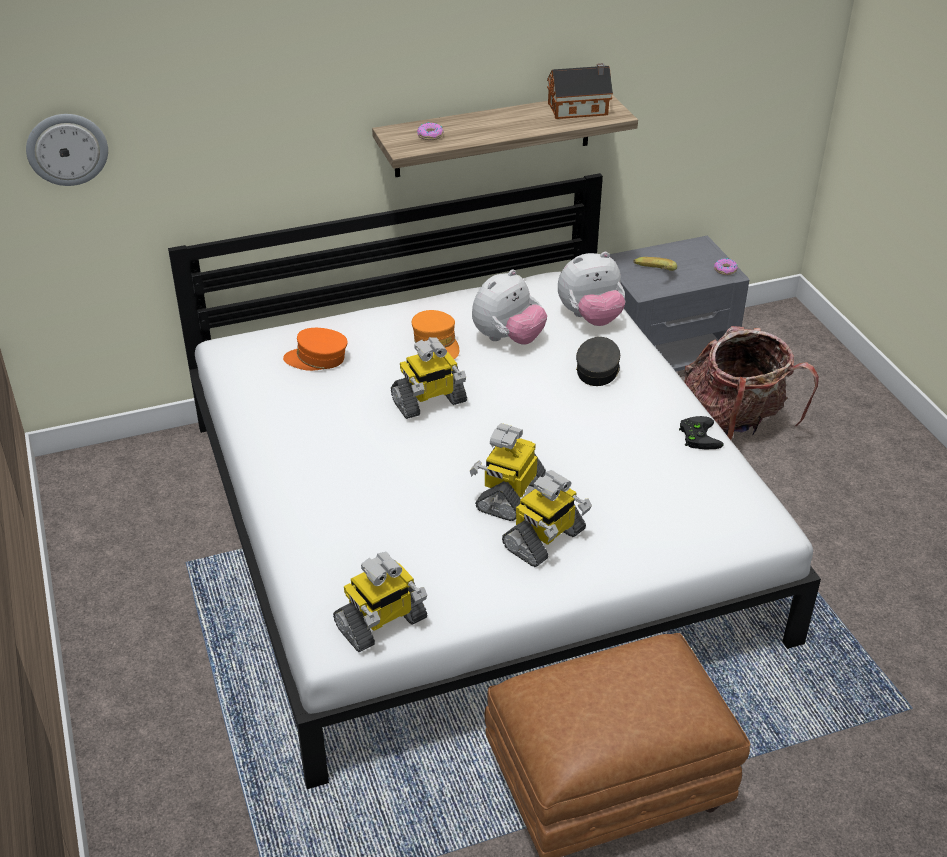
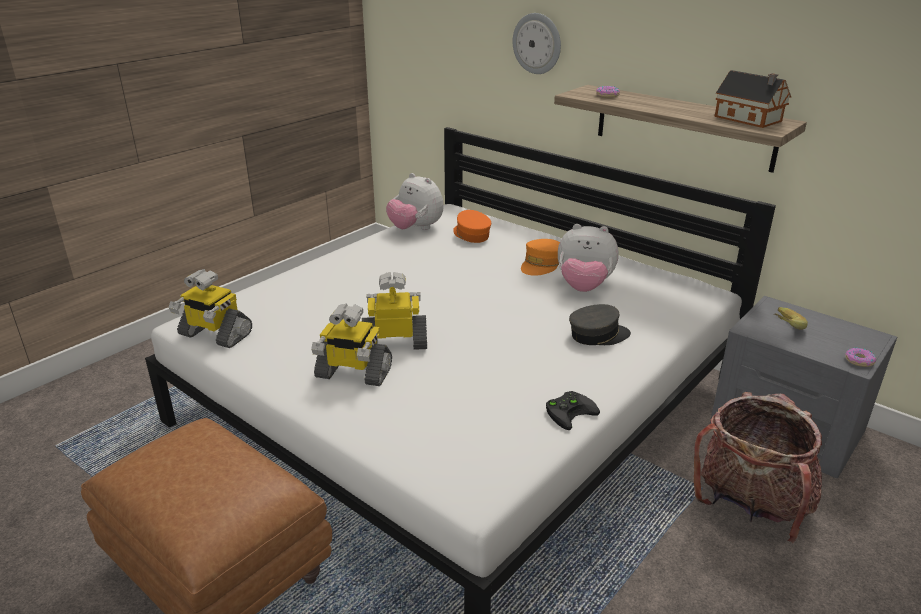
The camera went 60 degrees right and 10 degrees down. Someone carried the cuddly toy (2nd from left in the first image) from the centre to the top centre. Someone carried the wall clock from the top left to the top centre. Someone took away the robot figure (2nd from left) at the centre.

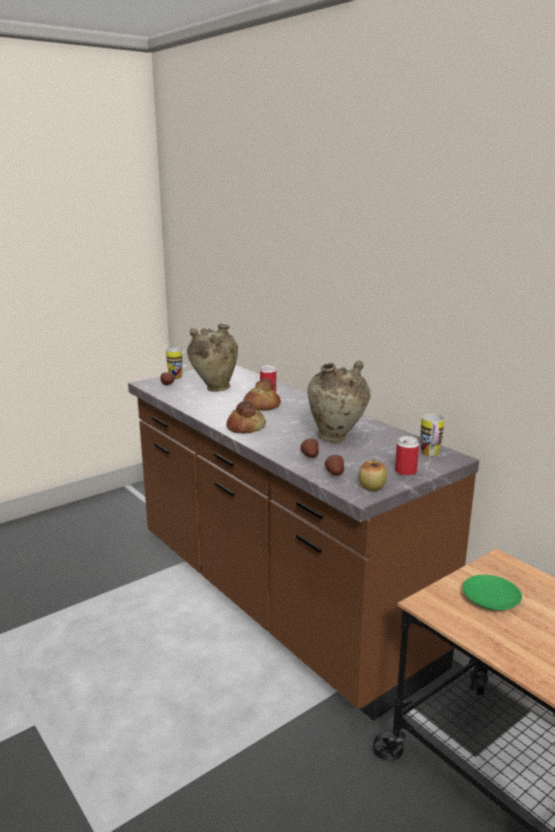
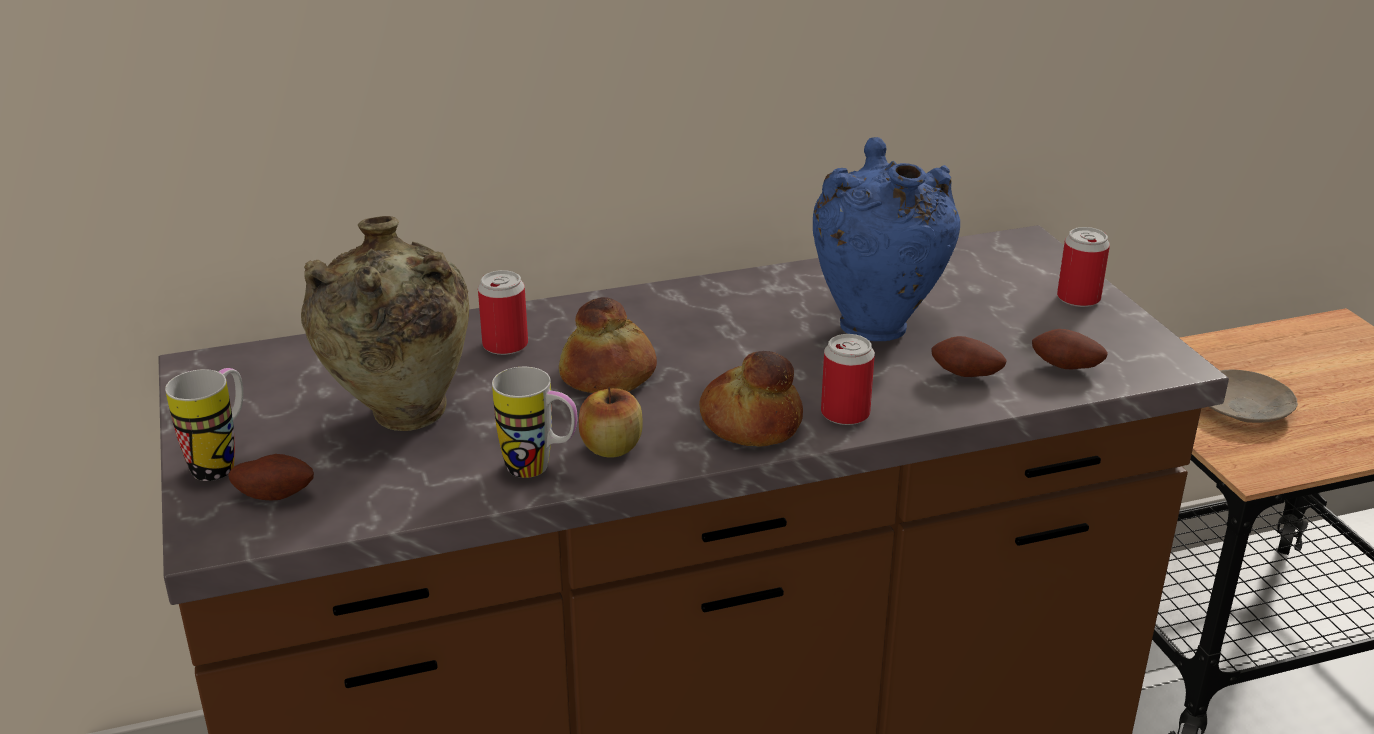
The camera went 70 degrees left and 10 degrees up. Someone carried the tea mug (2nd from left) from the middle right to the centre. Someone carried the apple fruit from the middle right to the centre. Someone repainted the vase (beige) (2nd from left) at the centre, which became the vase (blue) at the top centre. Someone put down the can (2nd from left) at the centre. Someone repainted the flat dish (green) at the bottom right, which became the flat dish (beige) at the middle right.

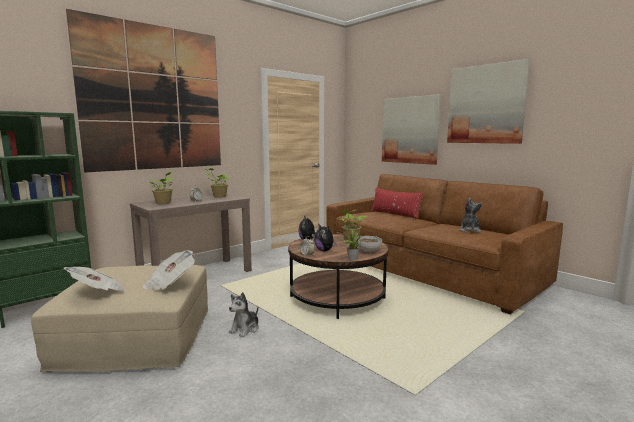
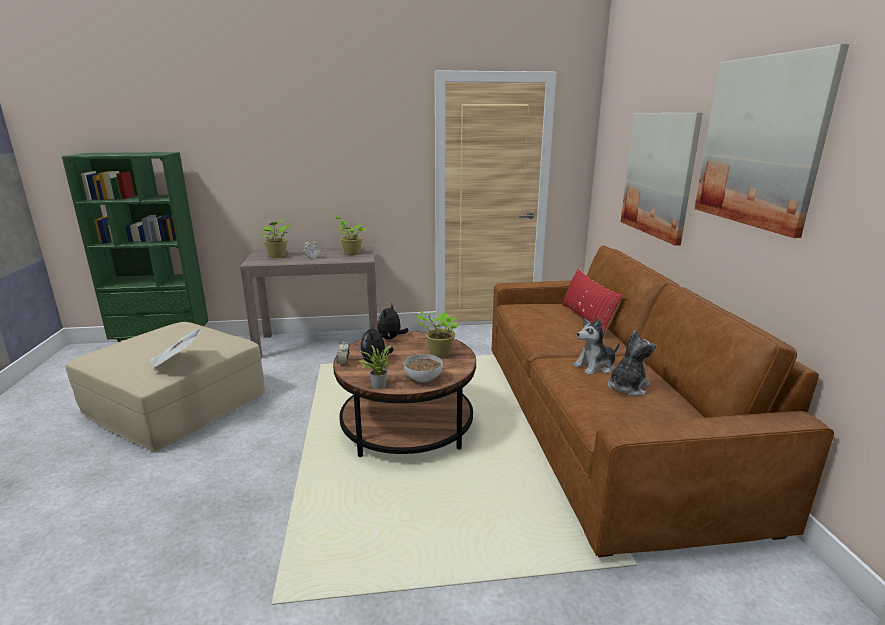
The camera went 35 degrees right and 10 degrees up. Someone carried the cuddly toy (1st from left in the first image) from the bottom centre to the middle right. Someone took away the newspaper (1st from left) at the middle left. Someone took away the picture (1st from left) at the top left.

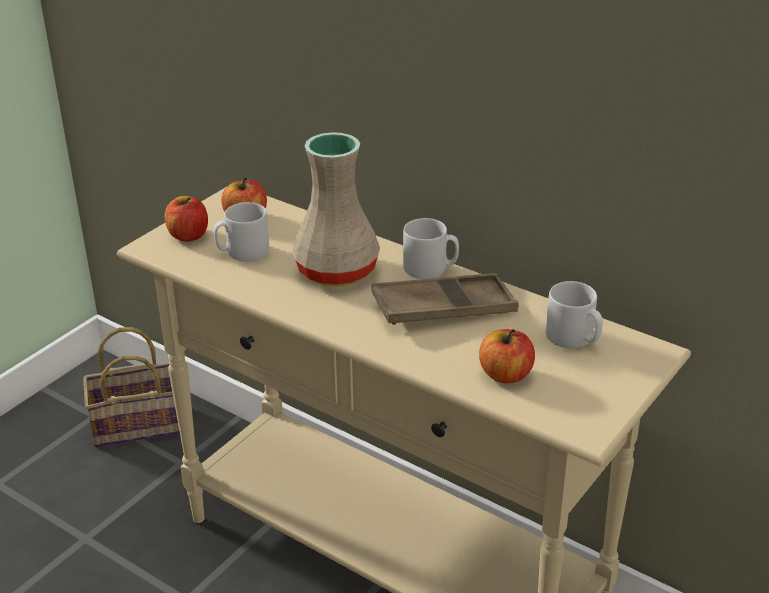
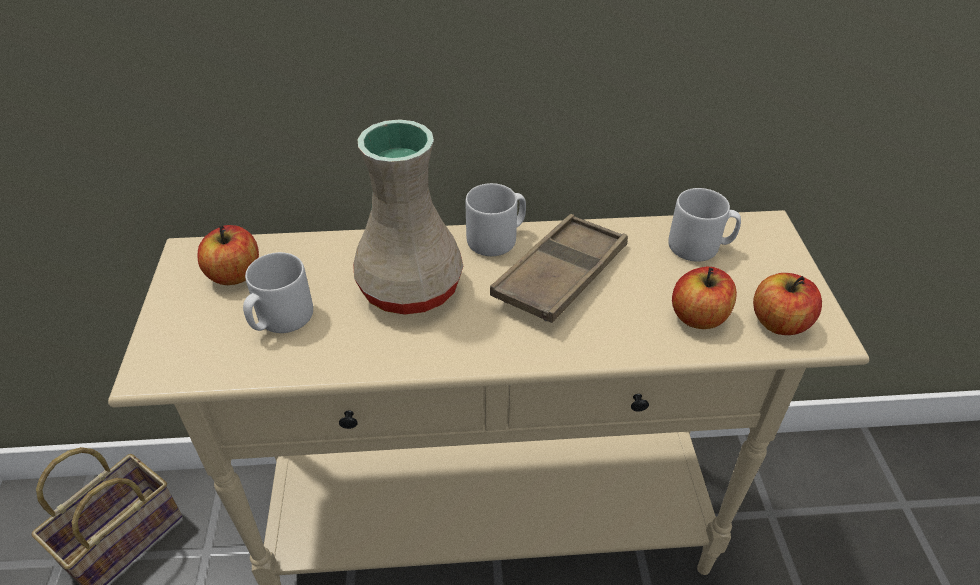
The camera went 40 degrees left and 10 degrees up. Someone carried the apple fruit (1st from left in the first image) from the middle left to the middle right.

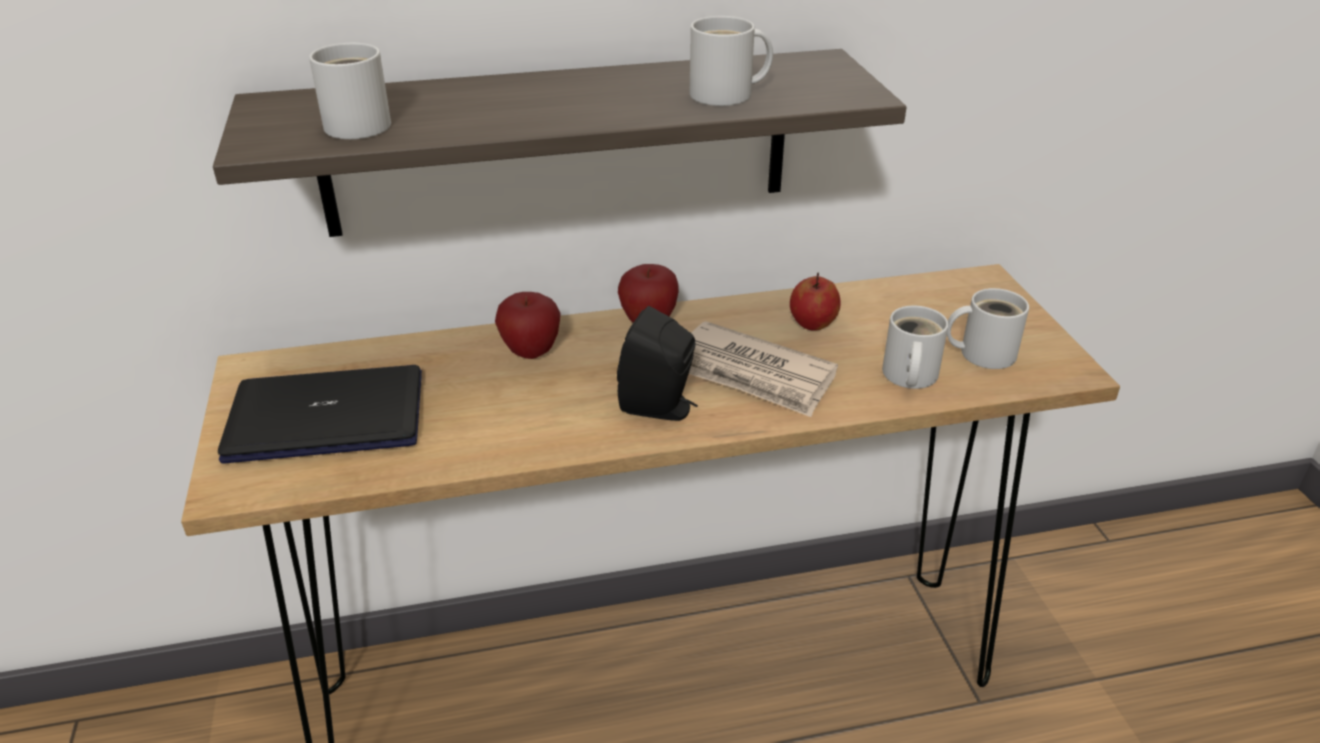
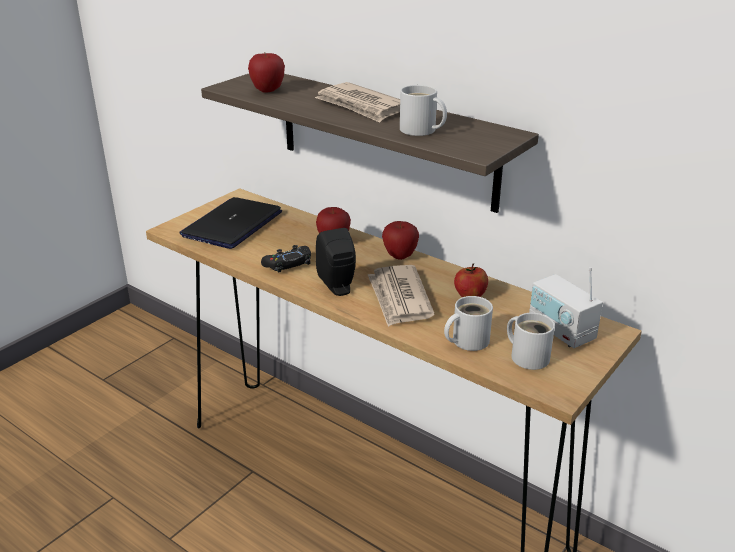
The camera went 50 degrees right and 5 degrees down. Someone rotated the laptop at the middle left by 105 degrees counterclockwise. Someone swapped the tea mug (white-coloured) (1st from left) at the top left for the apple fruit (1st from left) at the top centre. Someone put down the game controller (black) at the centre. Someone put down the newspaper (1st from left) at the top centre. Someone put down the radio set at the middle right.

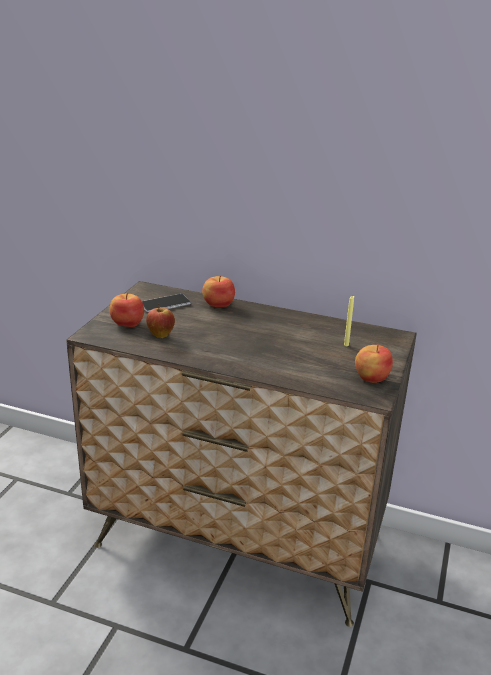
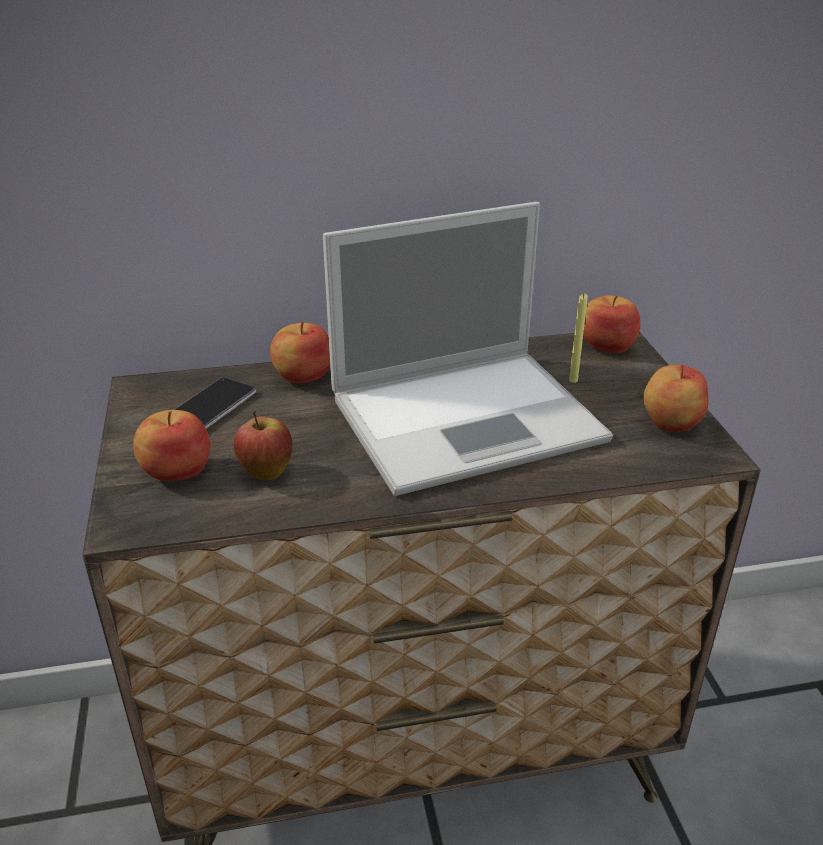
The camera went 30 degrees left and 5 degrees up. Someone put down the laptop at the centre. Someone put down the apple fruit (4th from left) at the middle right.

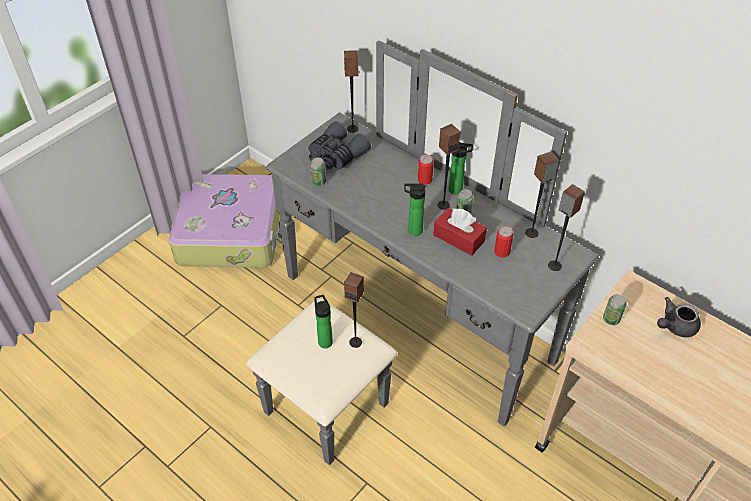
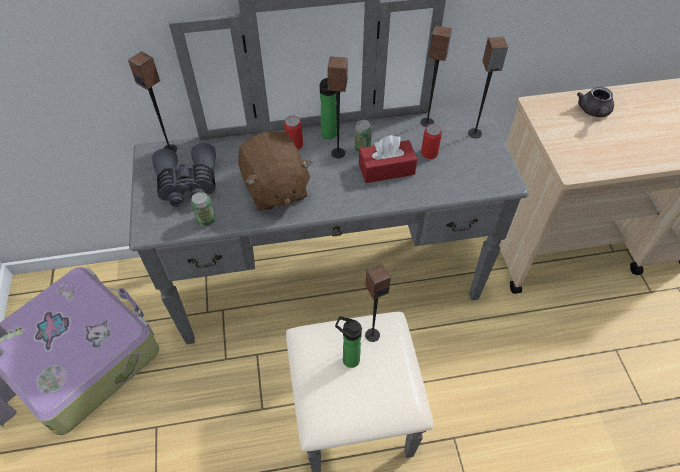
The camera went 50 degrees left and 5 degrees up. Someone put down the cuddly toy (brown-coloured) at the centre. Someone took away the drink bottle (2nd from left) at the centre. Someone took away the can (5th from left) at the middle right.

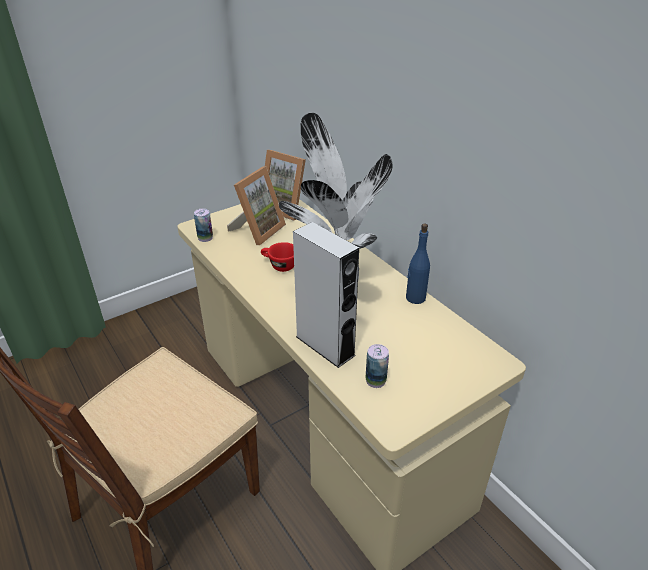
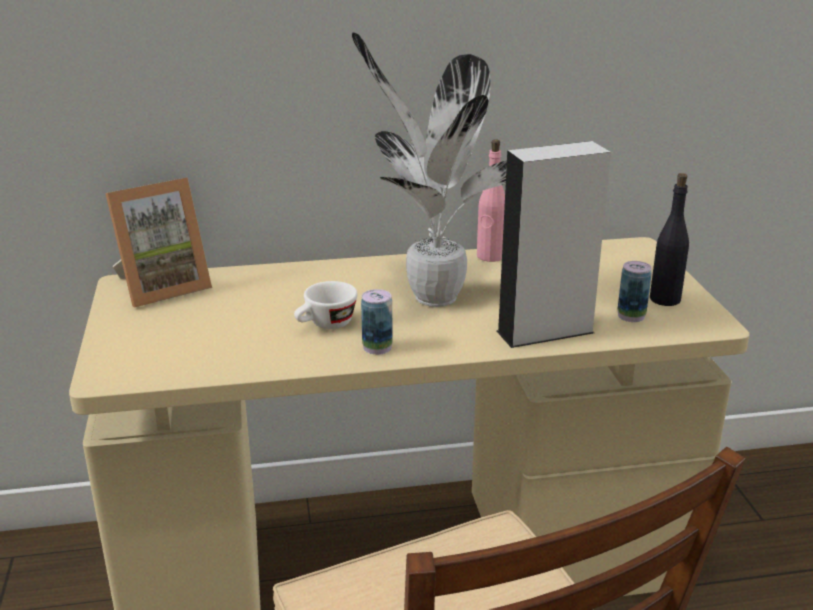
The camera went 65 degrees left and 10 degrees down. Someone repainted the cup (reddish) at the centre, which became the cup (white-coloured) at the centre. Someone carried the can (1st from left) from the middle left to the centre. Someone repainted the drink bottle (blue) at the centre, which became the drink bottle (pinkish) at the top centre. Someone put down the drink bottle (black) at the middle right. Someone took away the photo frame (1st from left) at the centre.

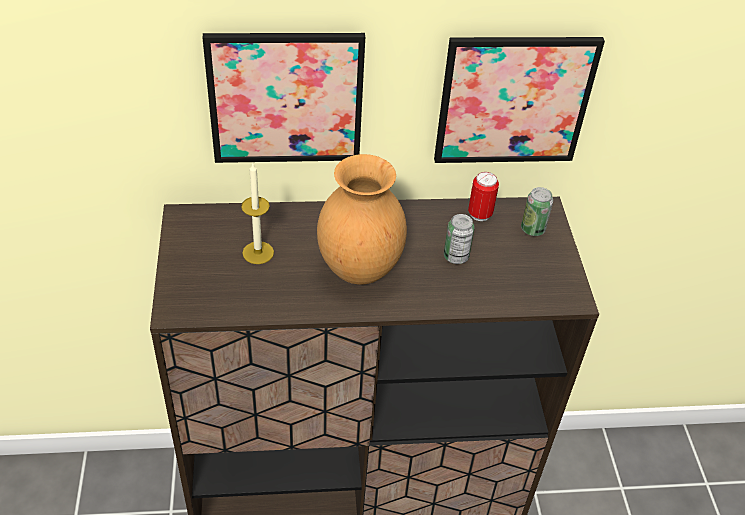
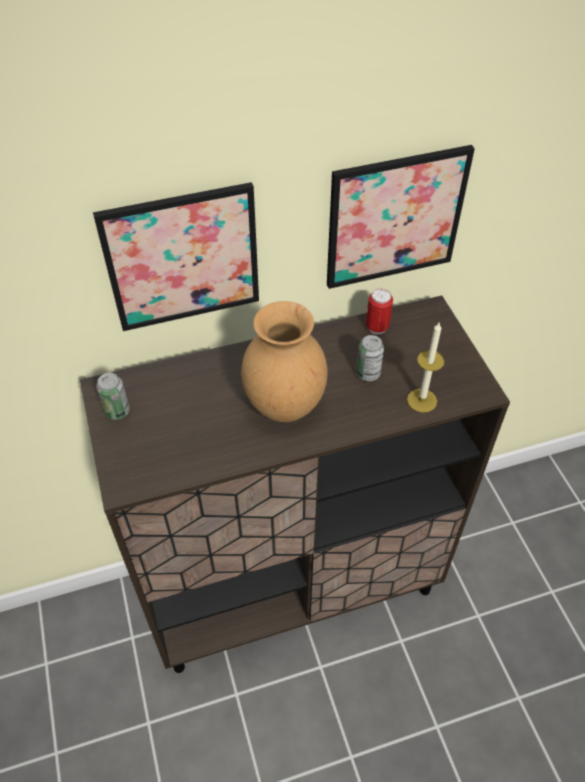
The camera went 10 degrees left and 5 degrees up. Someone carried the can (3rd from left in the first image) from the middle right to the middle left. Someone carried the wax light from the centre to the middle right.

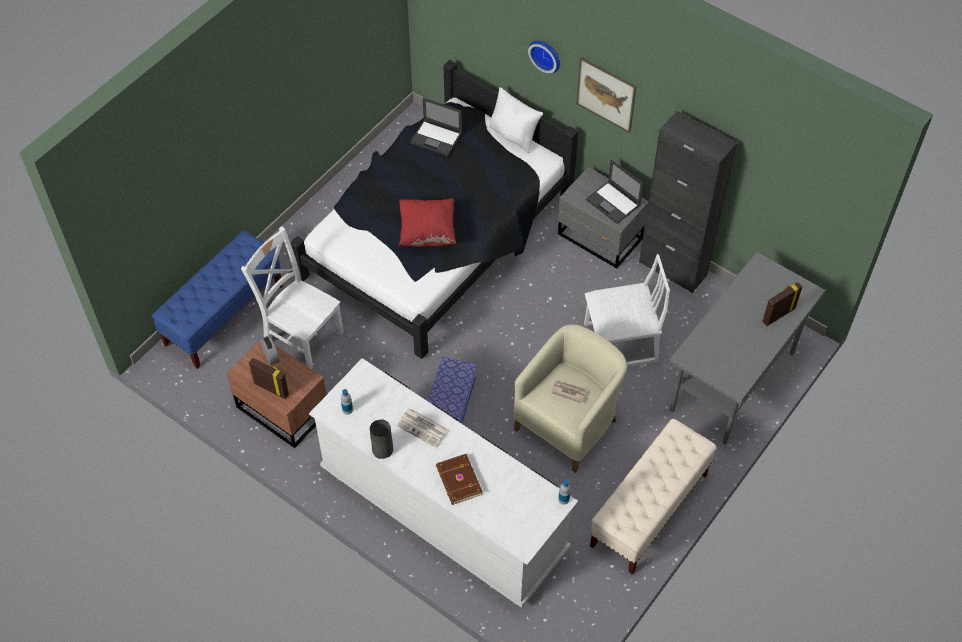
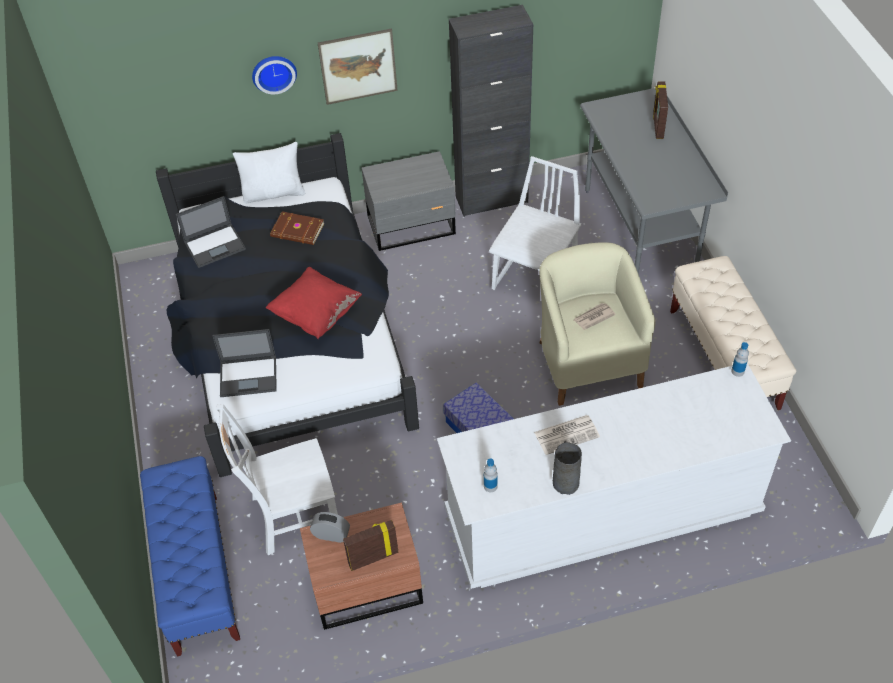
The camera went 50 degrees left and 5 degrees down. Someone carried the laptop (2nd from left) from the top centre to the middle left. Someone carried the bound book (brown-coloured) from the bottom centre to the middle left.

